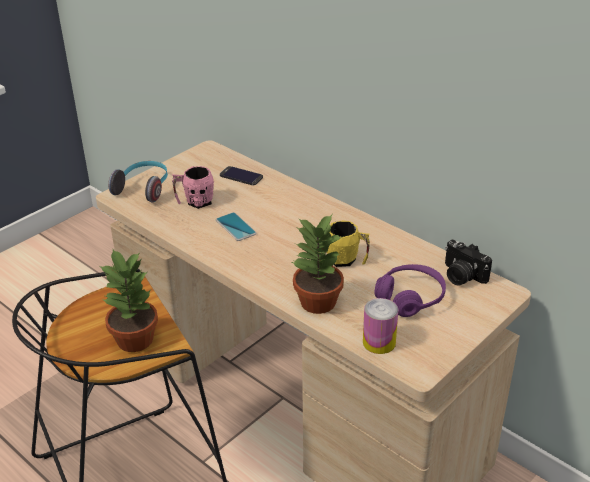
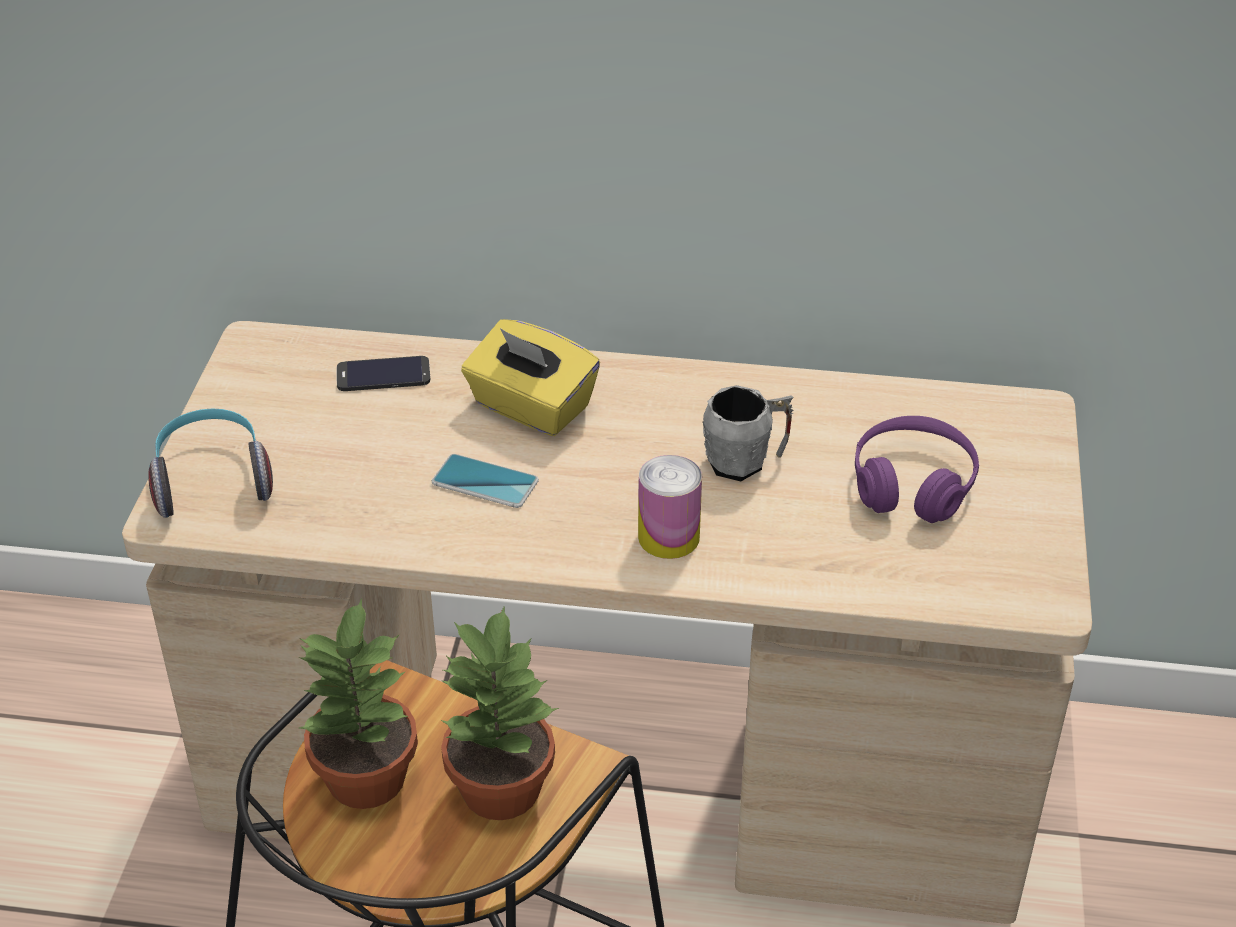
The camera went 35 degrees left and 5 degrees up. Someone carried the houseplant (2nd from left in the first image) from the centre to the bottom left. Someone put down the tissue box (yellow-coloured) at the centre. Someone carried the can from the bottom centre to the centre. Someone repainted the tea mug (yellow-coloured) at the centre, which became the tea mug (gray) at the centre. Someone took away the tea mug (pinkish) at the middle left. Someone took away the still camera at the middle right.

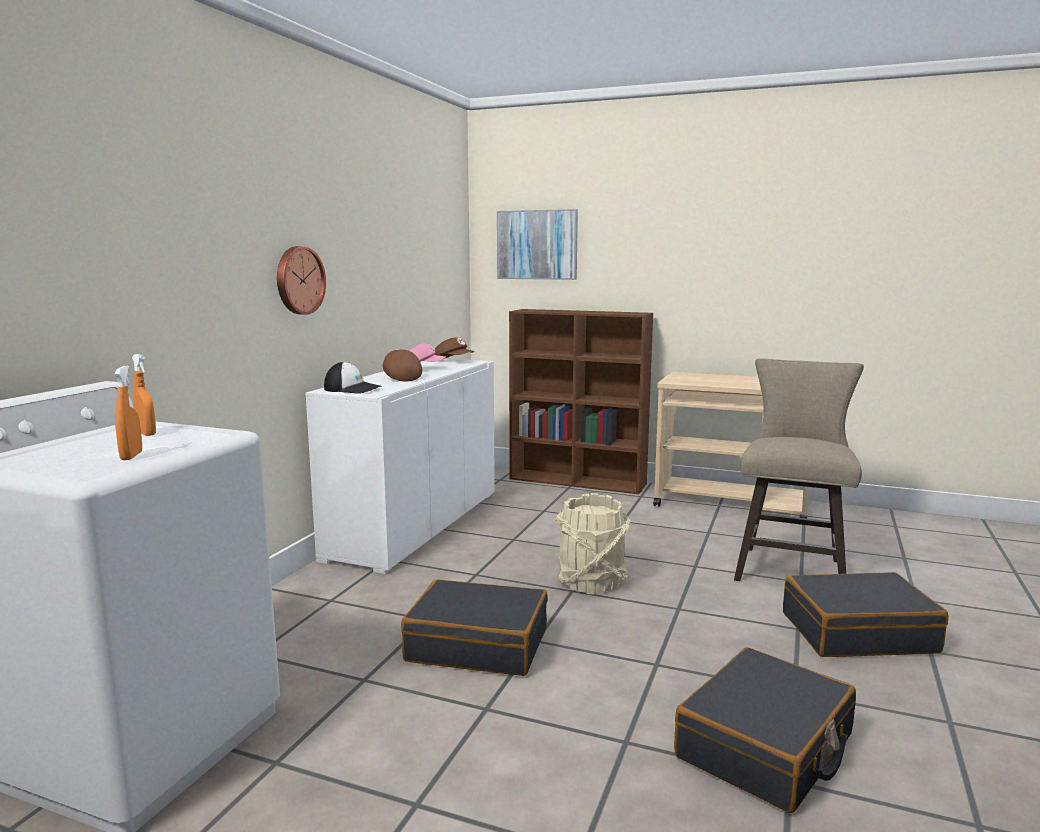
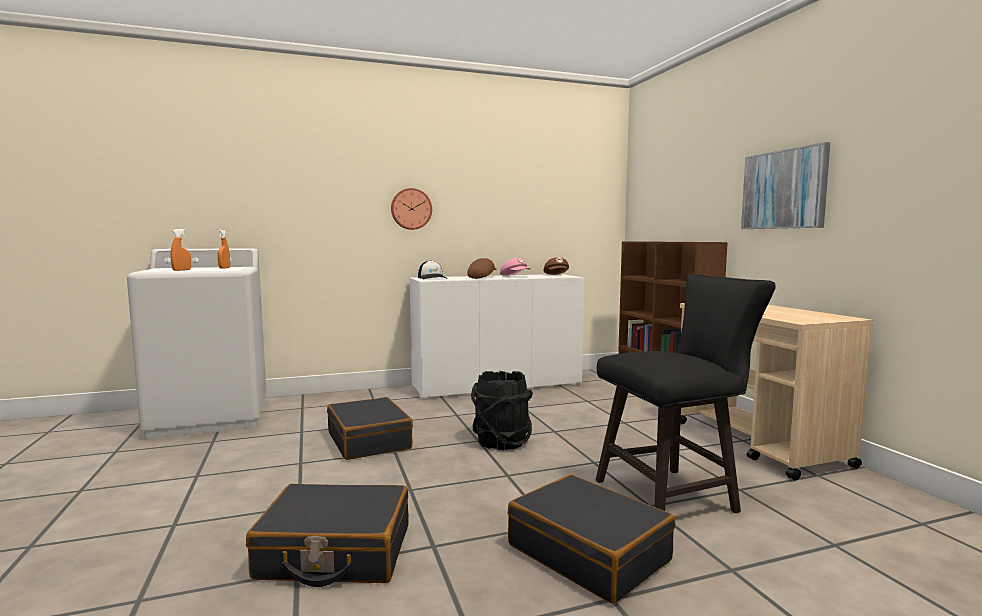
The camera went 50 degrees right and 5 degrees down. Someone repainted the bucket (beige) at the centre, which became the bucket (black) at the centre. Someone repainted the stool seat (beige) at the middle right, which became the stool seat (black) at the middle right. Someone carried the picture from the top centre to the top right.

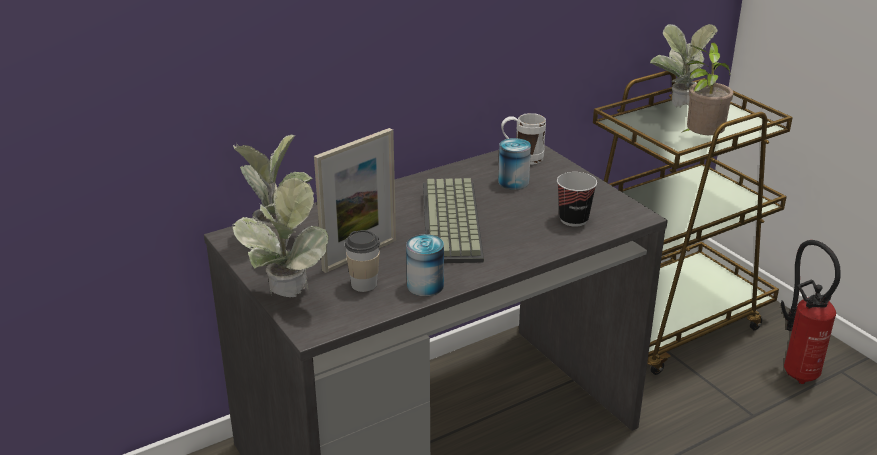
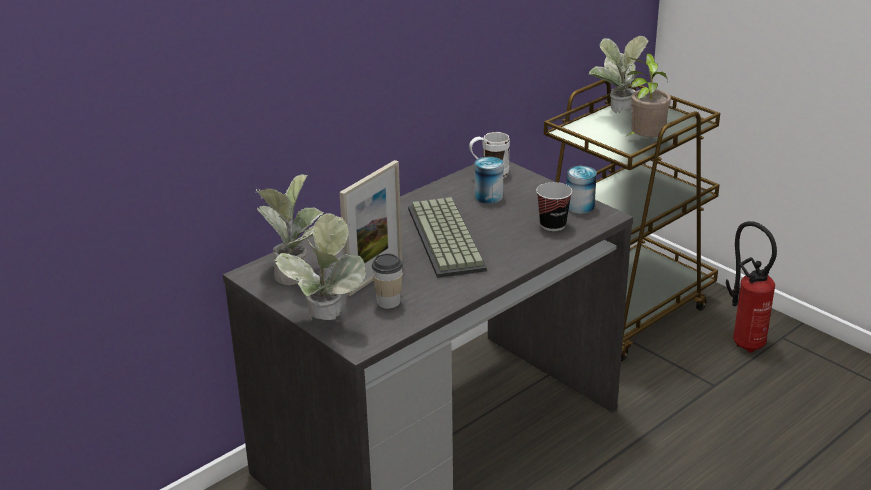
The camera went 10 degrees left and 0 degrees up. Someone carried the can (1st from left in the first image) from the centre to the middle right.

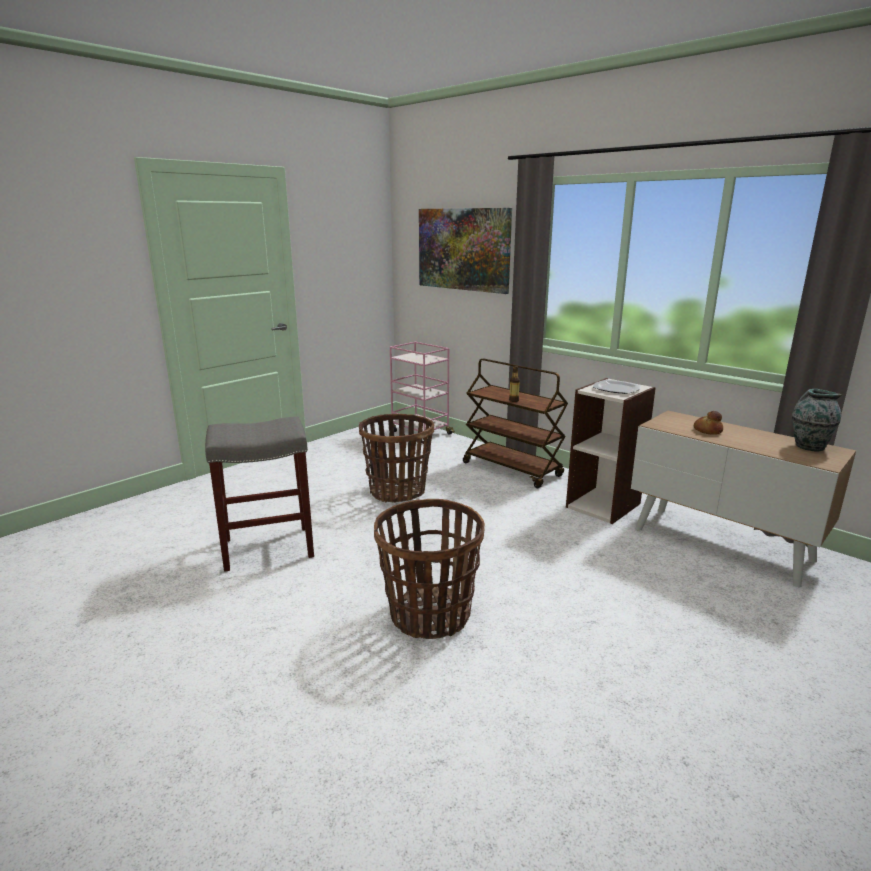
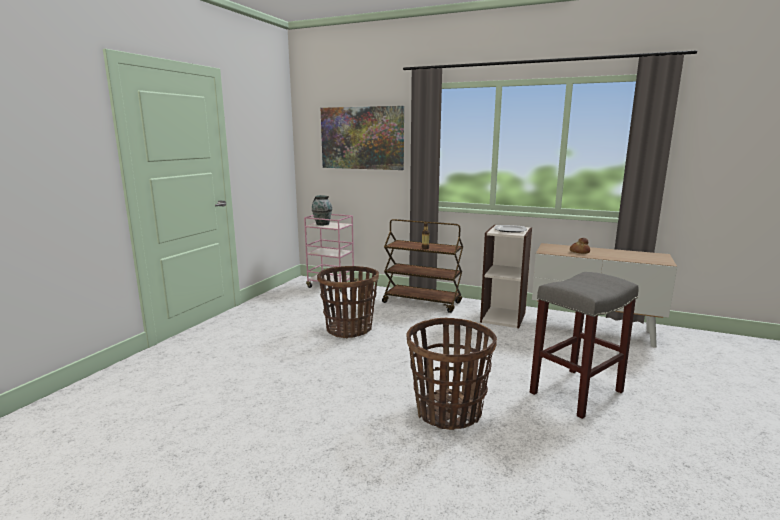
The camera went 20 degrees left and 5 degrees down. Someone carried the vase from the middle right to the centre. Someone carried the stool seat (gray) from the middle left to the middle right.

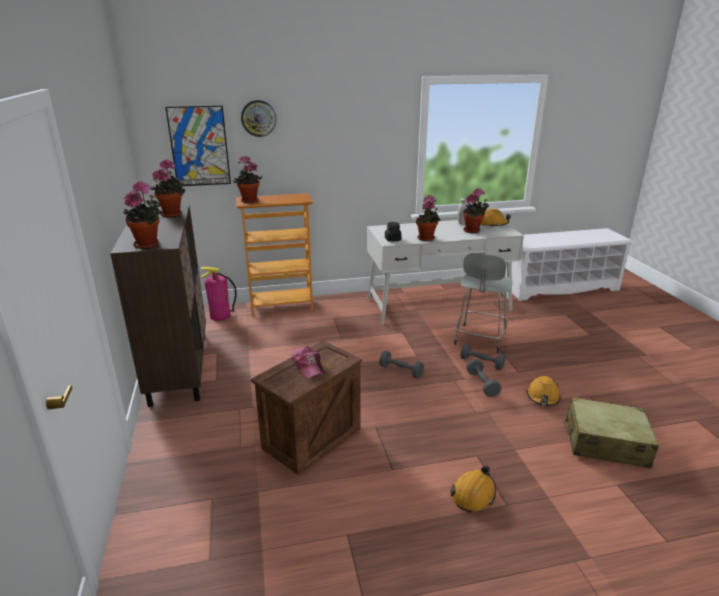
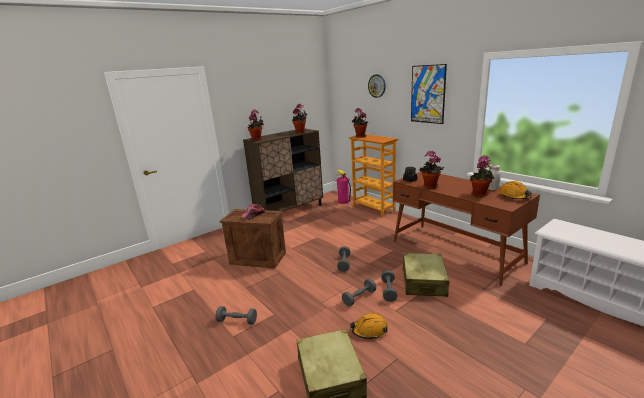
The camera went 65 degrees right and 5 degrees down. Someone swapped the safety helmet (orange) (1st from left) at the bottom centre for the dumbbell (gray) (1st from left) at the bottom centre. Someone repainted the desk unit (white-coloured) at the centre, which became the desk unit (brown-coloured) at the middle right. Someone swapped the stool seat (gray) at the middle right for the travel case (beige) (2nd from left) at the bottom centre. Someone carried the picture from the top left to the top centre.

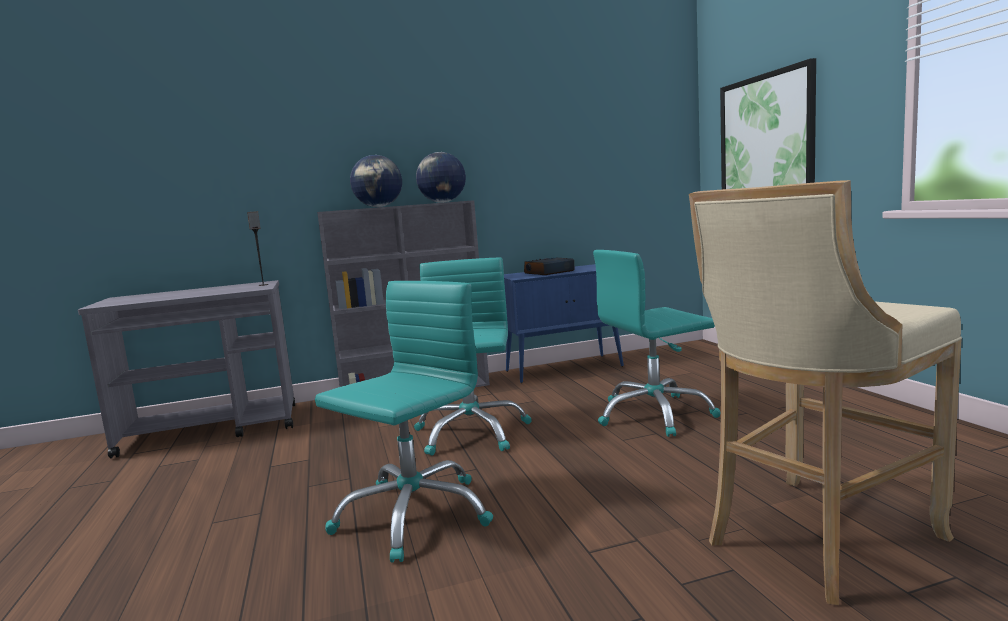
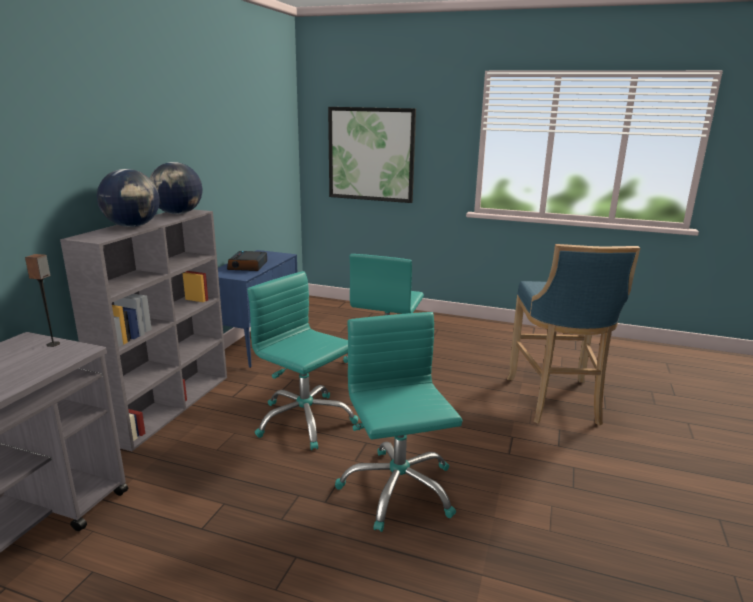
The camera went 55 degrees left and 10 degrees up. Someone repainted the stool seat (beige) at the middle right, which became the stool seat (blue) at the middle right.

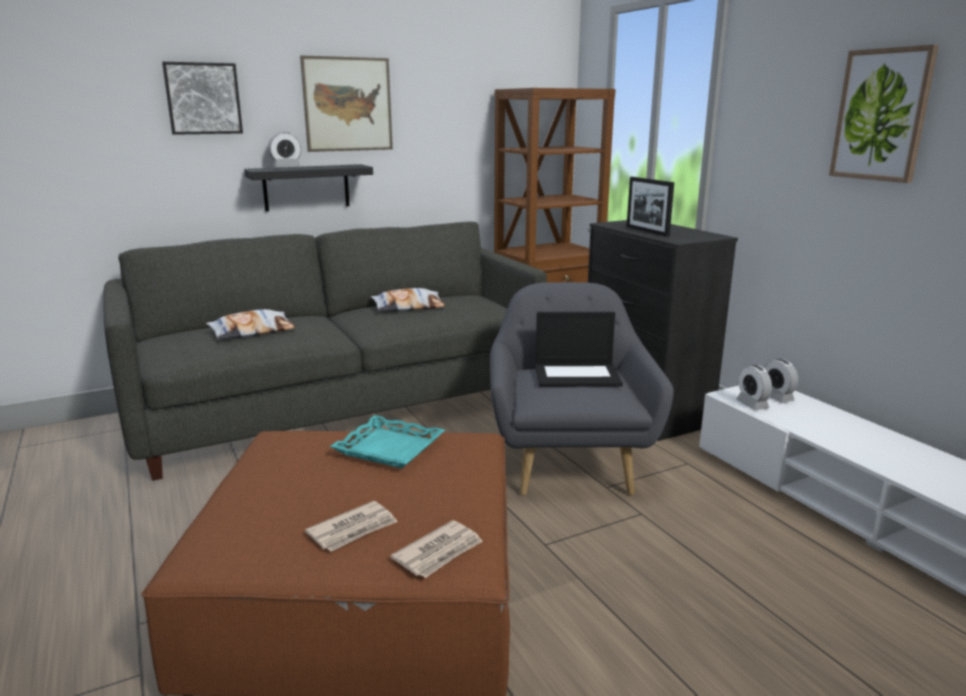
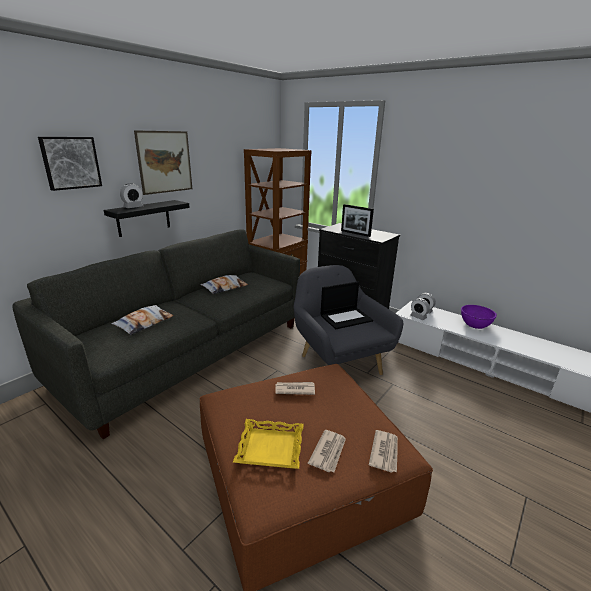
The camera went 25 degrees left and 5 degrees up. Someone put down the tray (yellow-coloured) at the bottom centre. Someone swapped the tray (turquoise-coloured) at the centre for the newspaper (1st from left) at the centre. Someone put down the bowl (purple) at the middle right. Someone took away the picture (3rd from left) at the top right.

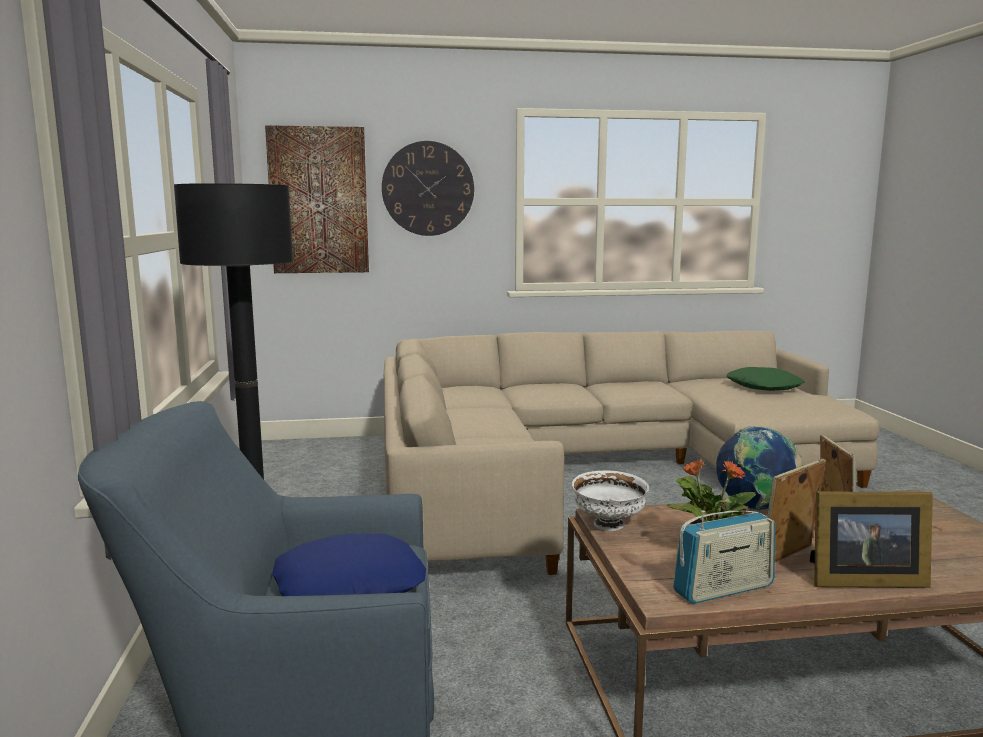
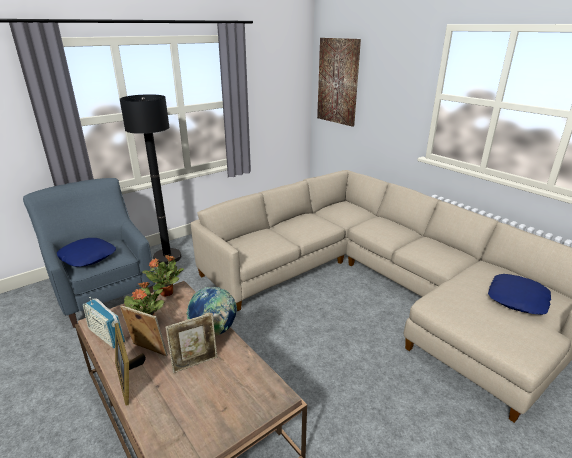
The camera went 60 degrees right and 15 degrees up. Someone swapped the bowl (white-coloured) at the bottom centre for the houseplant (2nd from left) at the middle left. Someone repainted the pillow (green) at the middle right, which became the pillow (blue) (2nd from left) at the middle right. Someone took away the wall clock at the top centre.

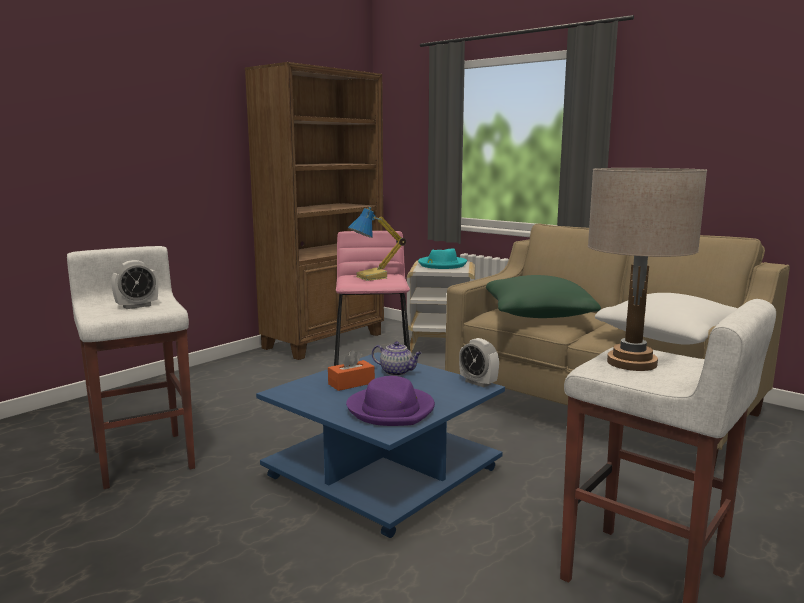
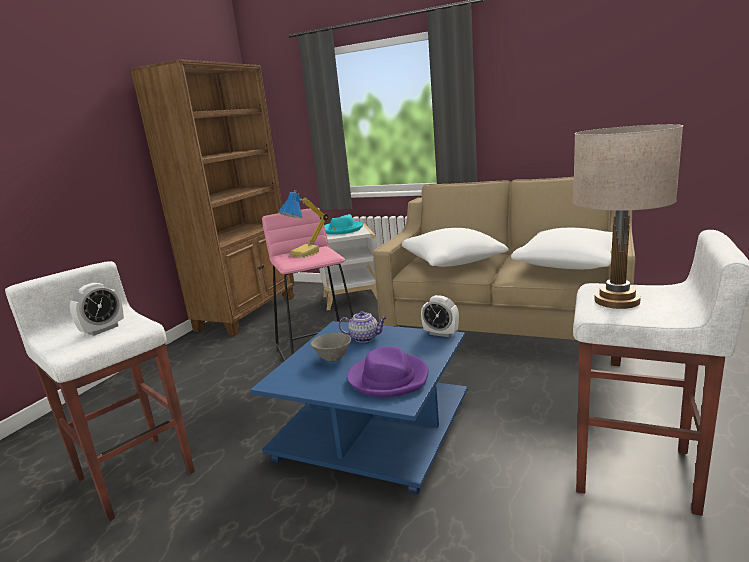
The camera went 15 degrees left and 5 degrees up. Someone swapped the tissue box (orange) at the centre for the bowl (gray) at the centre. Someone repainted the pillow (green) at the middle right, which became the pillow (white-coloured) (1st from left) at the centre.

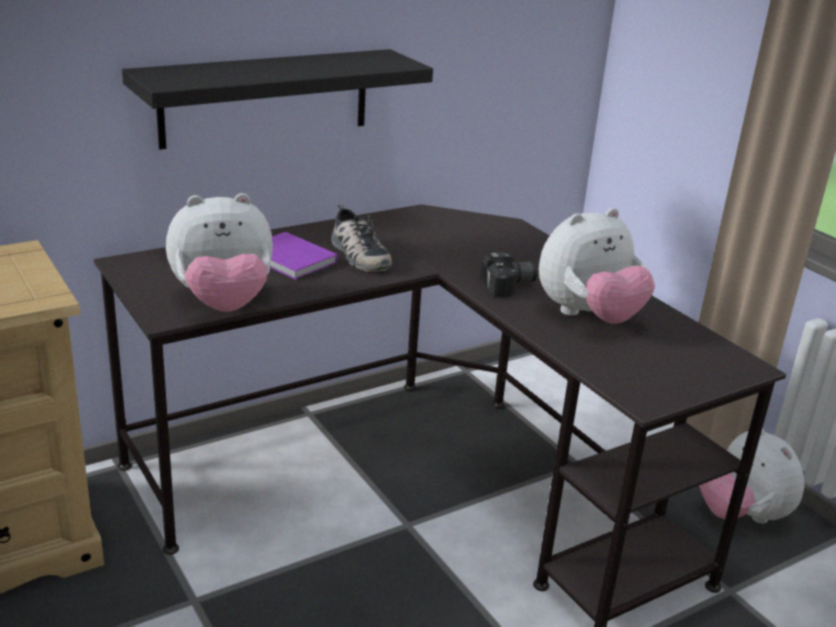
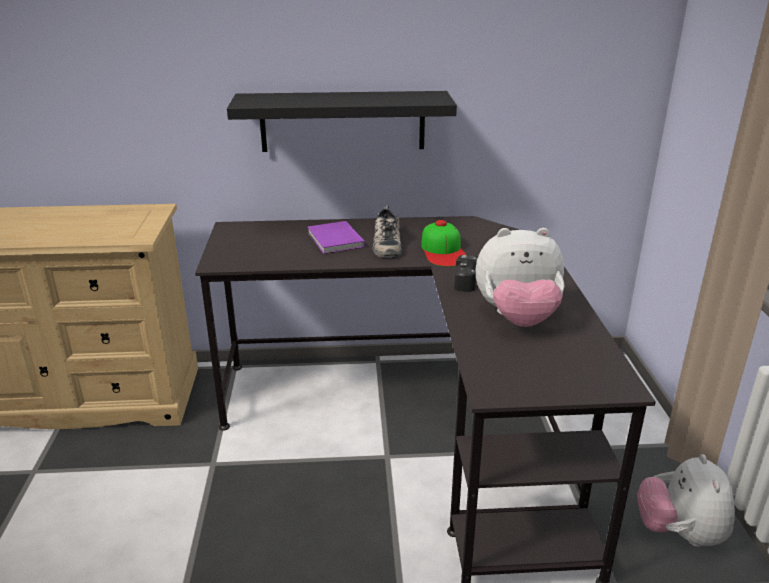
The camera went 30 degrees right and 0 degrees up. Someone put down the baseball cap at the centre. Someone took away the cuddly toy (1st from left) at the middle left.

